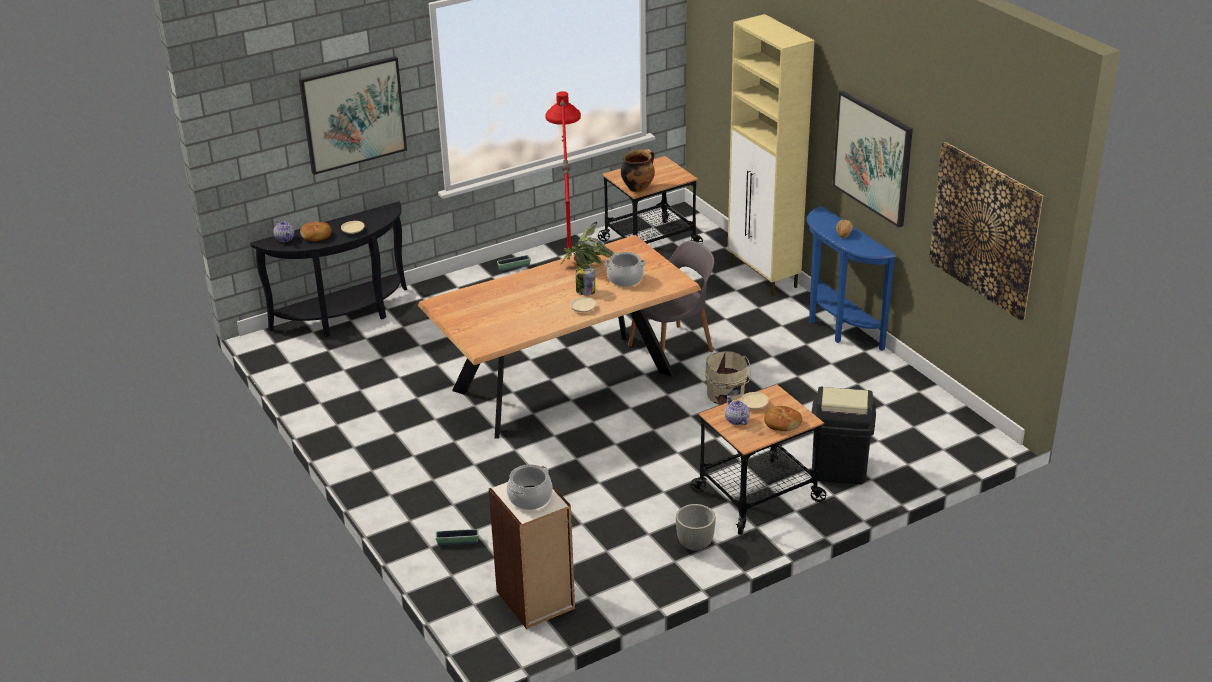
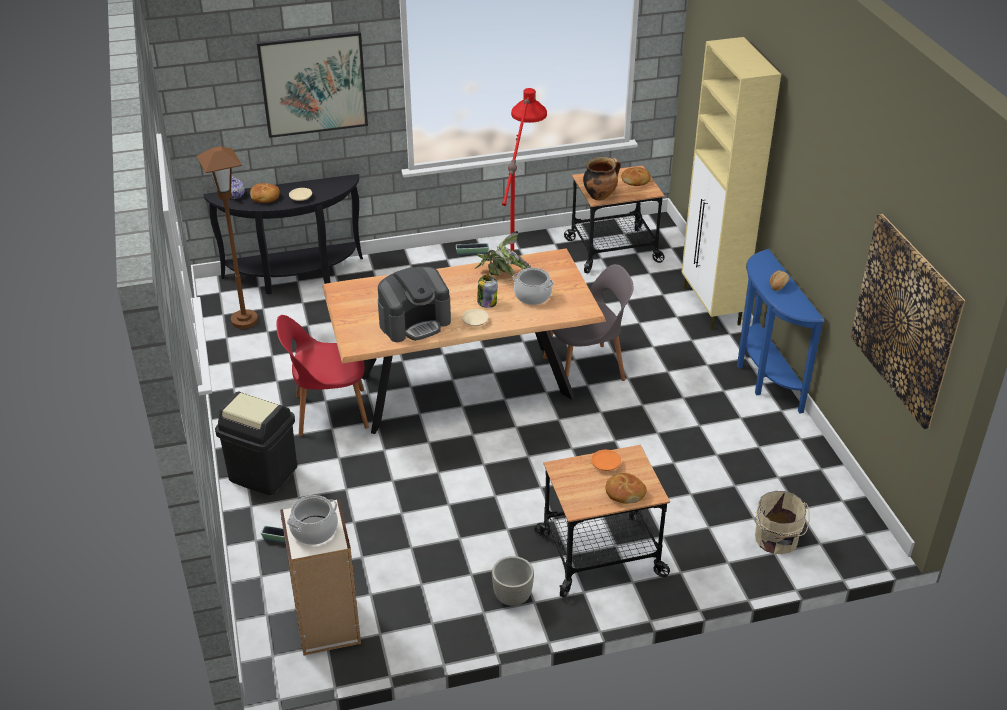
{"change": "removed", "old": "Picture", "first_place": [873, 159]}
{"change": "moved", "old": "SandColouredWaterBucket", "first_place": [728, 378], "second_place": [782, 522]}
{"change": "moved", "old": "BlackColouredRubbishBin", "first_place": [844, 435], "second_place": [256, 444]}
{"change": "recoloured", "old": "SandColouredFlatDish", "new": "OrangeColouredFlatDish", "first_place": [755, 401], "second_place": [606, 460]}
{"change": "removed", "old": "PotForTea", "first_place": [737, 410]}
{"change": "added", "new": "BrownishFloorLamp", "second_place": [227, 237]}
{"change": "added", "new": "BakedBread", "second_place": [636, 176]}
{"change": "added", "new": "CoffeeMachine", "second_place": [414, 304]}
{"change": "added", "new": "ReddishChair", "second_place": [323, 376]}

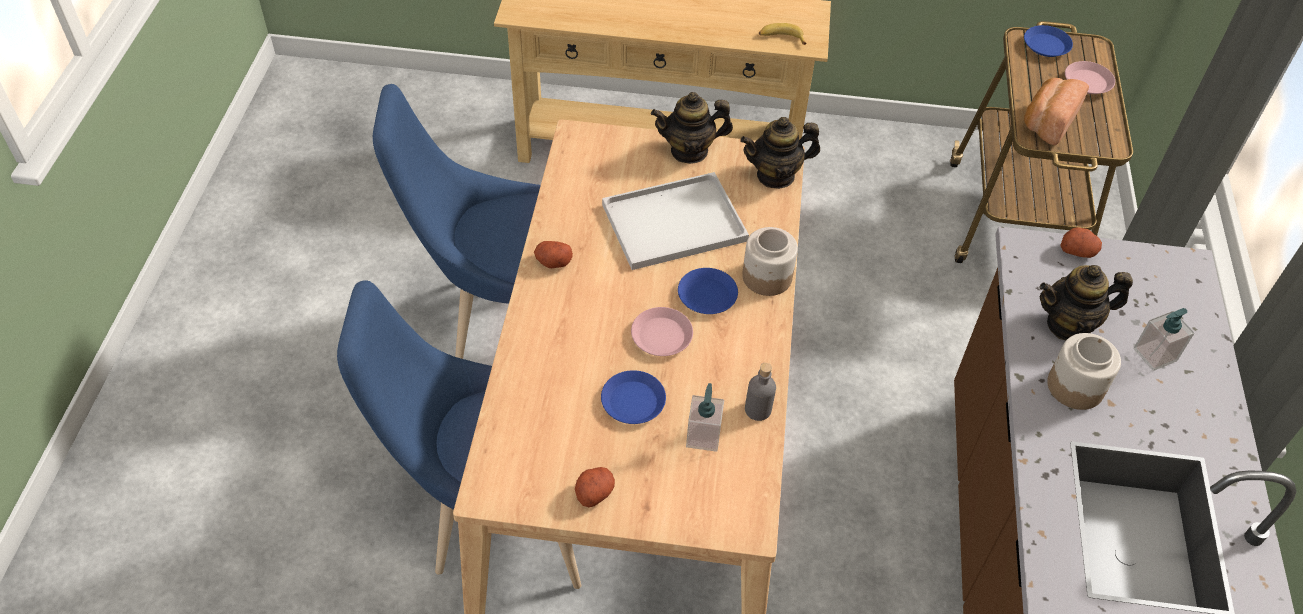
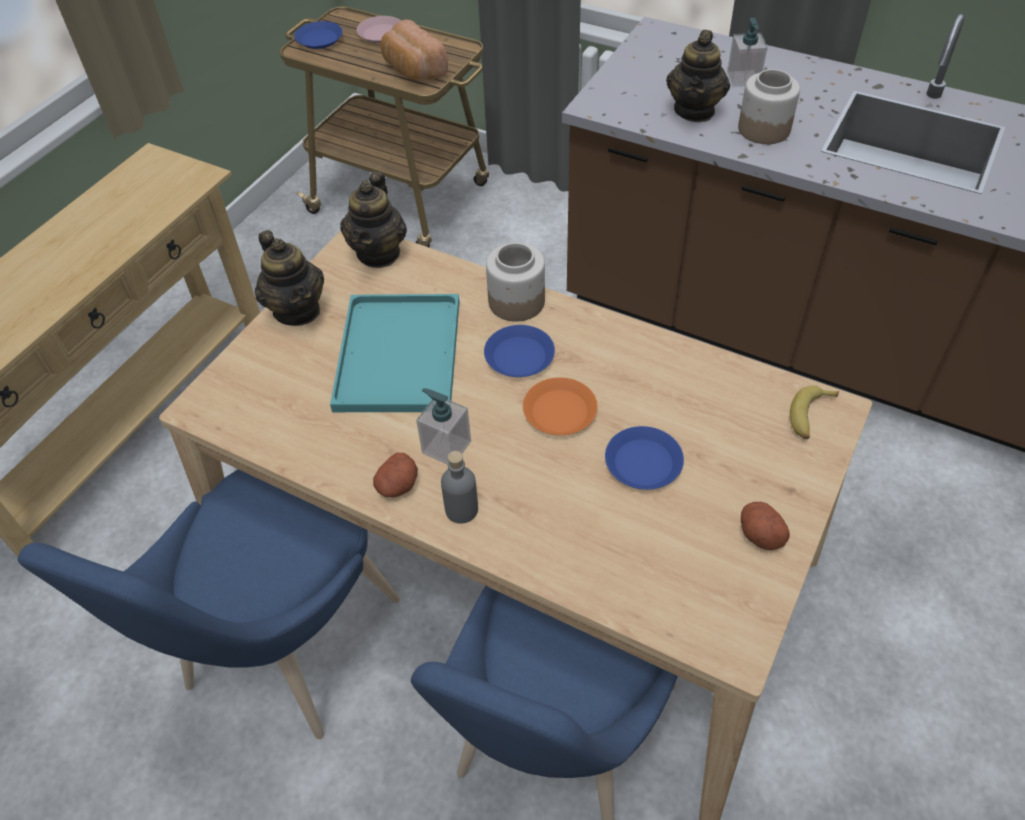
{"change": "moved", "old": "WholeBanana", "first_place": [782, 34], "second_place": [814, 412]}
{"change": "turned", "old": "PotForTea", "first_place": [692, 128], "second_place": [289, 278], "degrees": -45}
{"change": "recoloured", "old": "WhitishCarryingTray", "new": "BlueGreenCarryingTray", "first_place": [675, 221], "second_place": [394, 353]}
{"change": "removed", "old": "Spud", "first_place": [1081, 242]}
{"change": "recoloured", "old": "PinkishFlatDish", "new": "OrangeColouredFlatDish", "first_place": [662, 331], "second_place": [560, 406]}
{"change": "moved", "old": "GrayDrinkBottle", "first_place": [760, 392], "second_place": [459, 487]}
{"change": "moved", "old": "LiquidSoapBottle", "first_place": [705, 417], "second_place": [443, 426]}

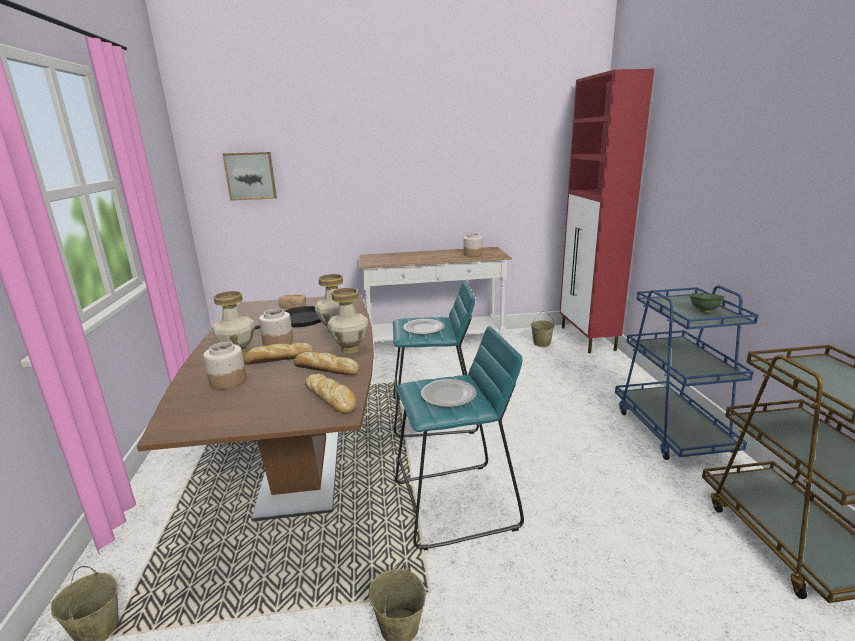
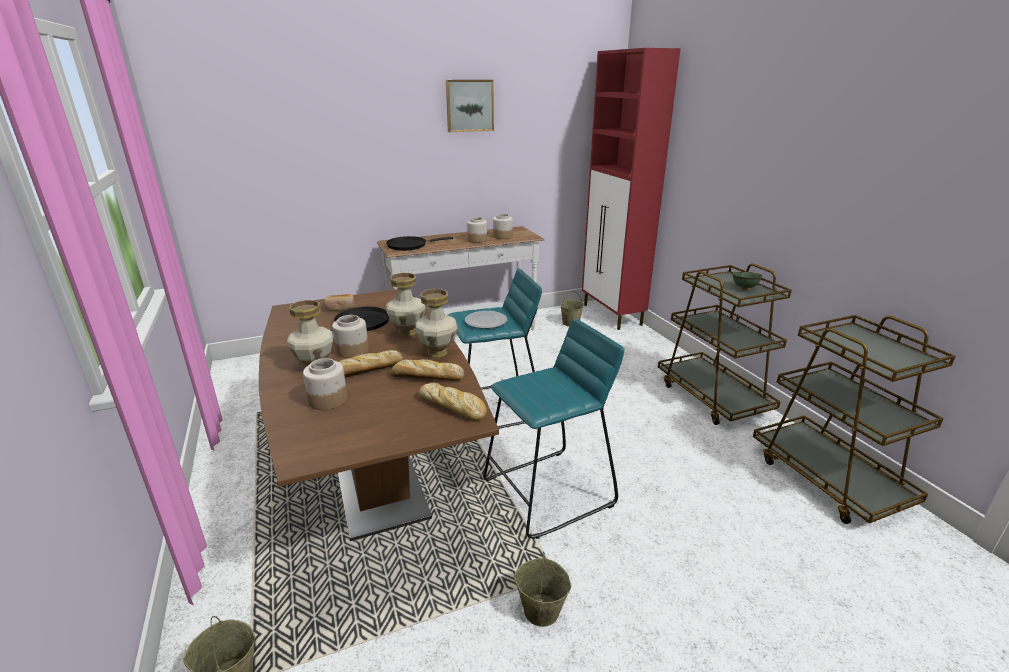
{"change": "moved", "old": "Picture", "first_place": [249, 176], "second_place": [470, 106]}
{"change": "recoloured", "old": "BluishTrolley", "new": "BrownishTrolley", "first_place": [686, 372], "second_place": [725, 344]}
{"change": "removed", "old": "FlatDish", "first_place": [449, 393]}
{"change": "added", "new": "StorageJar", "second_place": [477, 230]}
{"change": "added", "new": "BlackColouredSkillet", "second_place": [419, 243]}

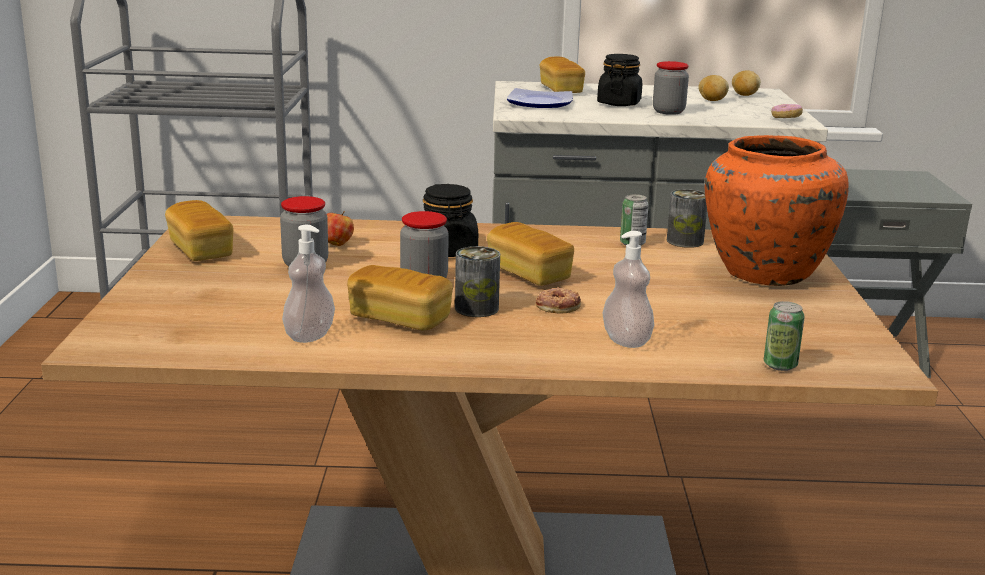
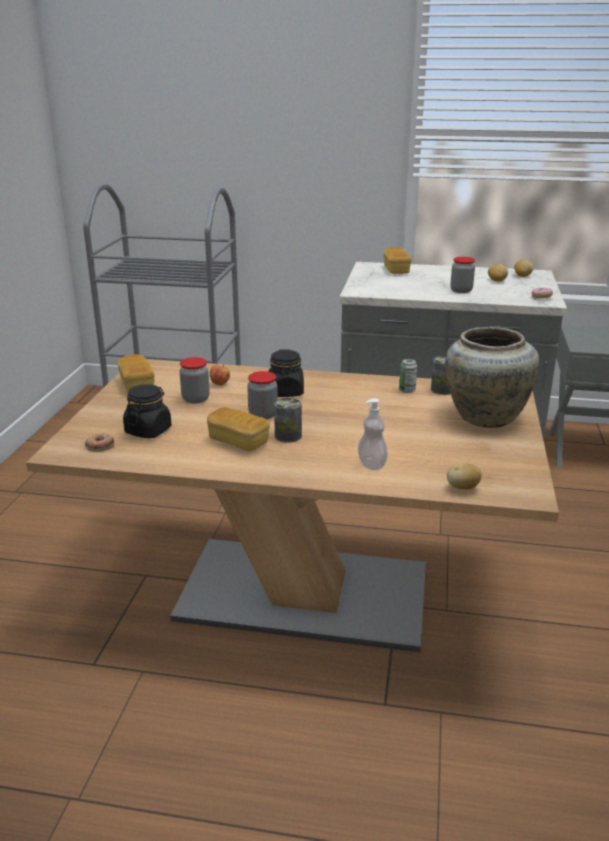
{"change": "moved", "old": "BlackColouredStorageJar", "first_place": [619, 80], "second_place": [147, 411]}
{"change": "removed", "old": "FlatDish", "first_place": [540, 98]}
{"change": "recoloured", "old": "OrangeColouredFlowerVase", "new": "SandColouredFlowerVase", "first_place": [777, 210], "second_place": [492, 377]}
{"change": "removed", "old": "BakedBread", "first_place": [530, 254]}
{"change": "removed", "old": "LiquidSoapBottle", "first_place": [308, 284]}
{"change": "moved", "old": "RingDoughnut", "first_place": [558, 300], "second_place": [99, 442]}
{"change": "replaced", "old": "MetalCan", "new": "Spud", "first_place": [784, 336], "second_place": [464, 476]}

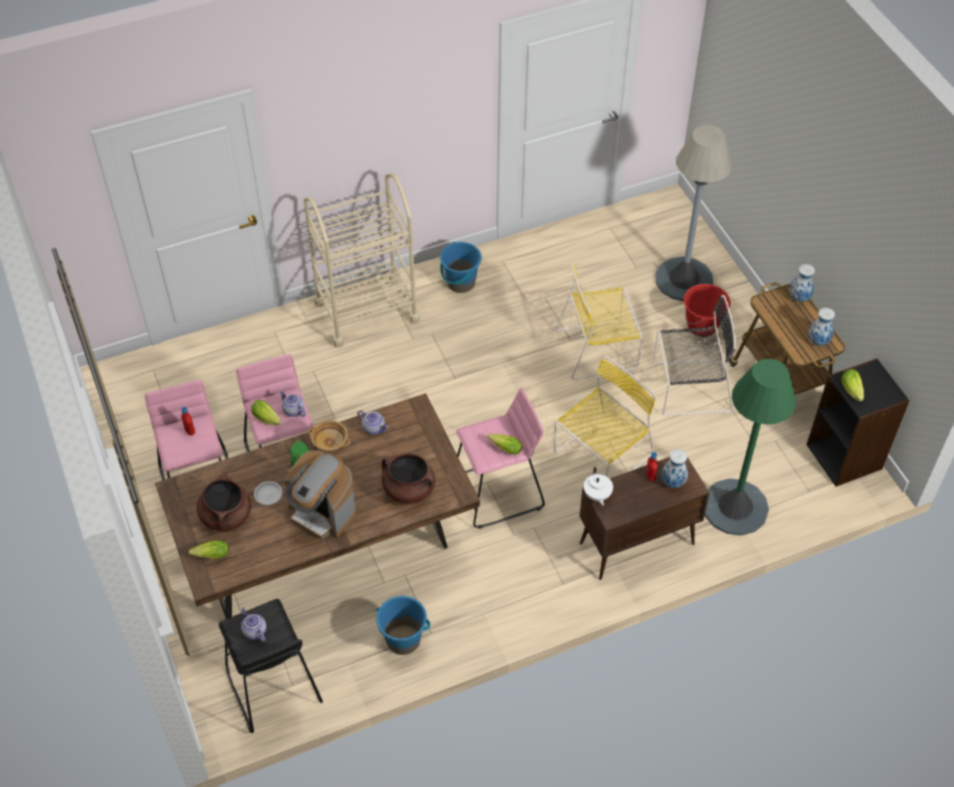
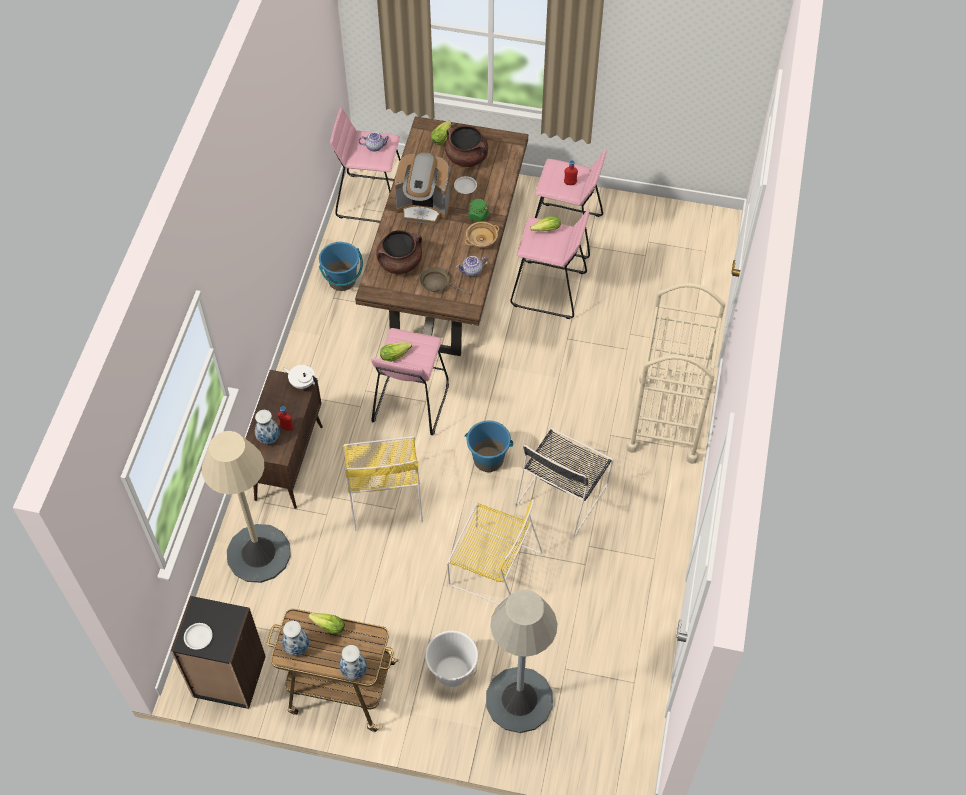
{"change": "moved", "old": "BluishWaterBucket", "first_place": [461, 267], "second_place": [488, 446]}
{"change": "turned", "old": "YellowishChair", "first_place": [599, 321], "second_place": [495, 552], "degrees": 90}
{"change": "recoloured", "old": "ReddishWaterBucket", "new": "WhitishWaterBucket", "first_place": [707, 310], "second_place": [451, 659]}
{"change": "moved", "old": "BlackColouredChair", "first_place": [694, 355], "second_place": [564, 482]}
{"change": "recoloured", "old": "GreenishFloorLamp", "new": "SandColouredFloorLamp", "first_place": [750, 447], "second_place": [246, 507]}
{"change": "moved", "old": "LettuceHead", "first_place": [853, 385], "second_place": [326, 623]}
{"change": "removed", "old": "PotForTea", "first_place": [292, 403]}
{"change": "turned", "old": "CoffeeMachine", "first_place": [320, 495], "second_place": [422, 188], "degrees": -150}
{"change": "recoloured", "old": "BlackColouredStool", "new": "PinkishStool", "first_place": [271, 666], "second_place": [365, 165]}
{"change": "added", "new": "BrownishSkillet", "second_place": [445, 281]}
{"change": "added", "new": "WhitishFlatDish", "second_place": [198, 636]}

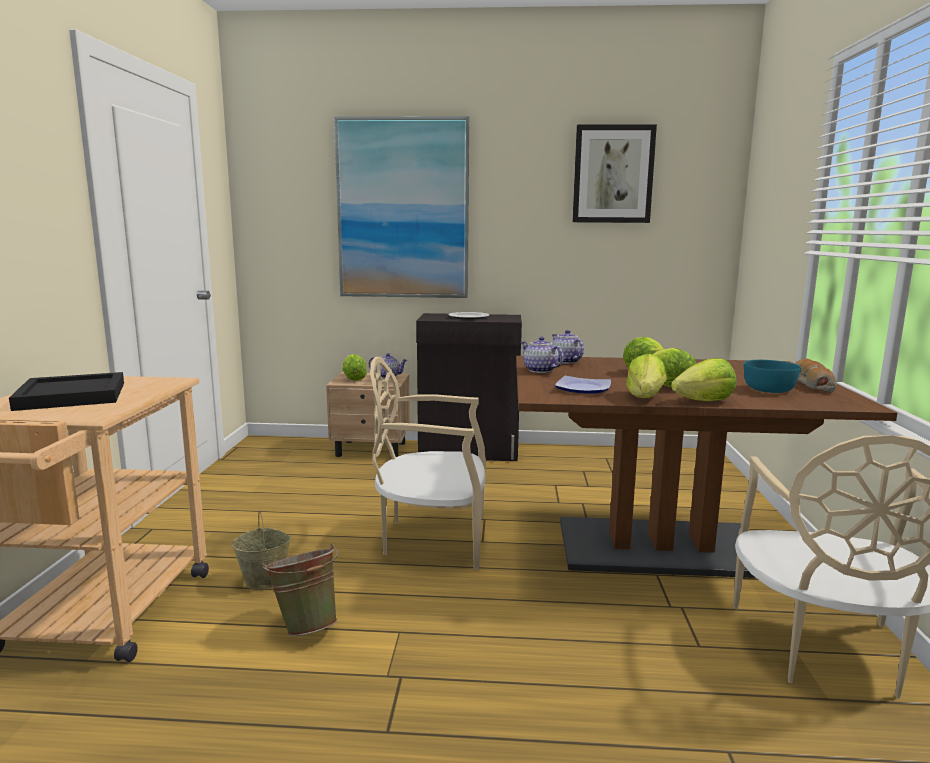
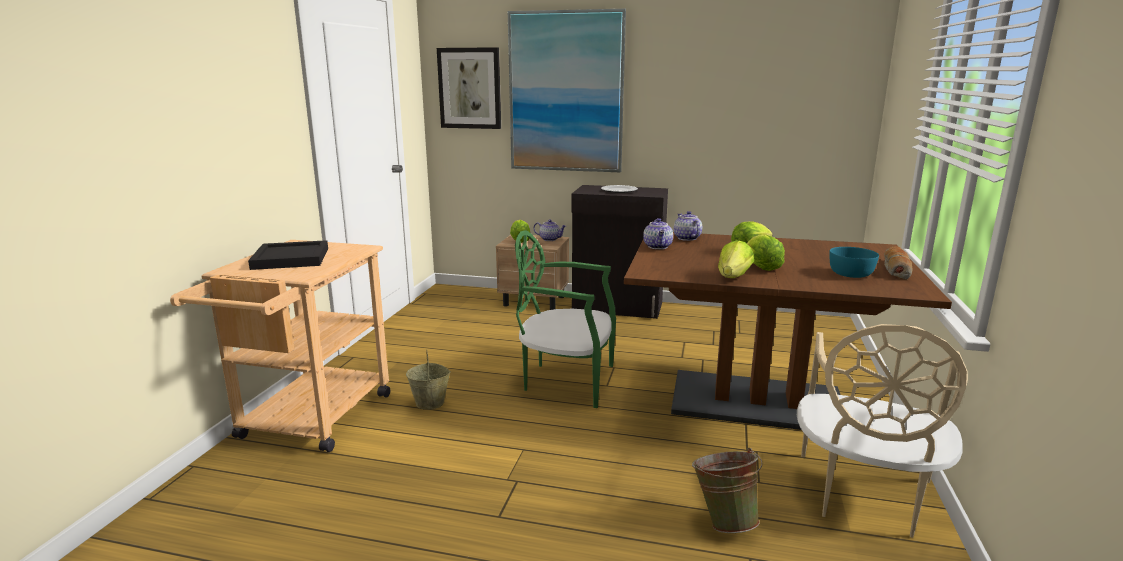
{"change": "moved", "old": "Picture", "first_place": [614, 173], "second_place": [469, 88]}
{"change": "turned", "old": "PotForTea", "first_place": [542, 355], "second_place": [658, 233], "degrees": -150}
{"change": "recoloured", "old": "SandColouredChair", "new": "GreenishChair", "first_place": [428, 463], "second_place": [565, 319]}
{"change": "removed", "old": "LettuceHead", "first_place": [704, 379]}
{"change": "removed", "old": "FlatDish", "first_place": [583, 385]}
{"change": "moved", "old": "GreenishWaterBucket", "first_place": [300, 590], "second_place": [727, 490]}

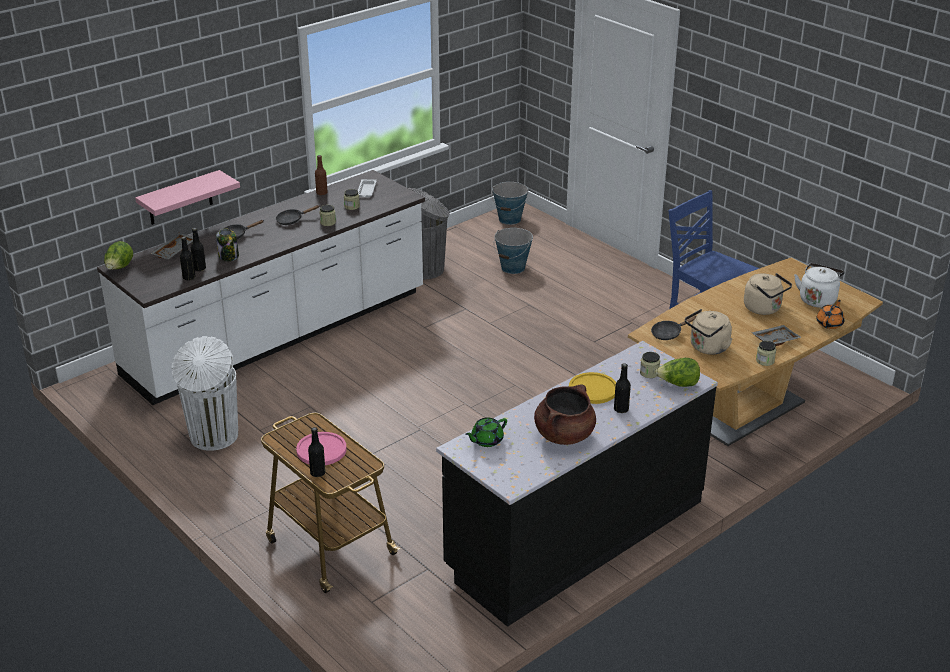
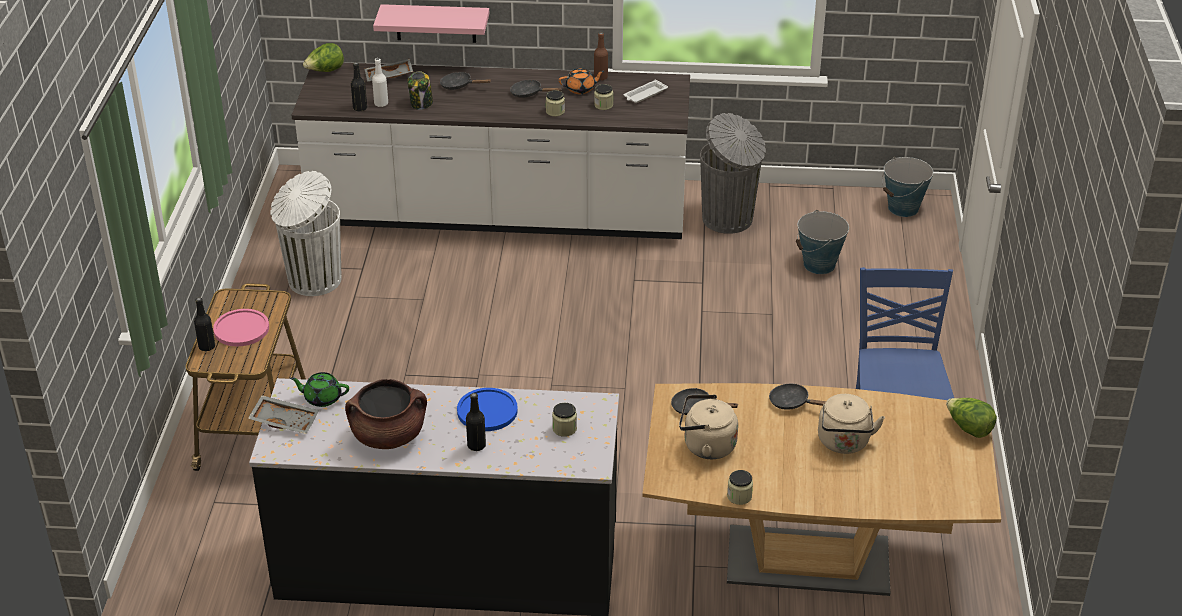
{"change": "recoloured", "old": "BlackColouredDrinkBottle", "new": "WhitishDrinkBottle", "first_place": [198, 250], "second_place": [380, 82]}
{"change": "removed", "old": "WhitishTeaKettle", "first_place": [819, 285]}
{"change": "moved", "old": "OrangeColouredPotForTea", "first_place": [830, 314], "second_place": [581, 81]}
{"change": "moved", "old": "GrayCarryingTray", "first_place": [776, 335], "second_place": [283, 414]}
{"change": "moved", "old": "LettuceHead", "first_place": [677, 372], "second_place": [971, 418]}
{"change": "recoloured", "old": "YellowishFlatDish", "new": "BluishFlatDish", "first_place": [592, 388], "second_place": [487, 409]}
{"change": "added", "new": "BlackColouredSkillet", "second_place": [797, 397]}

